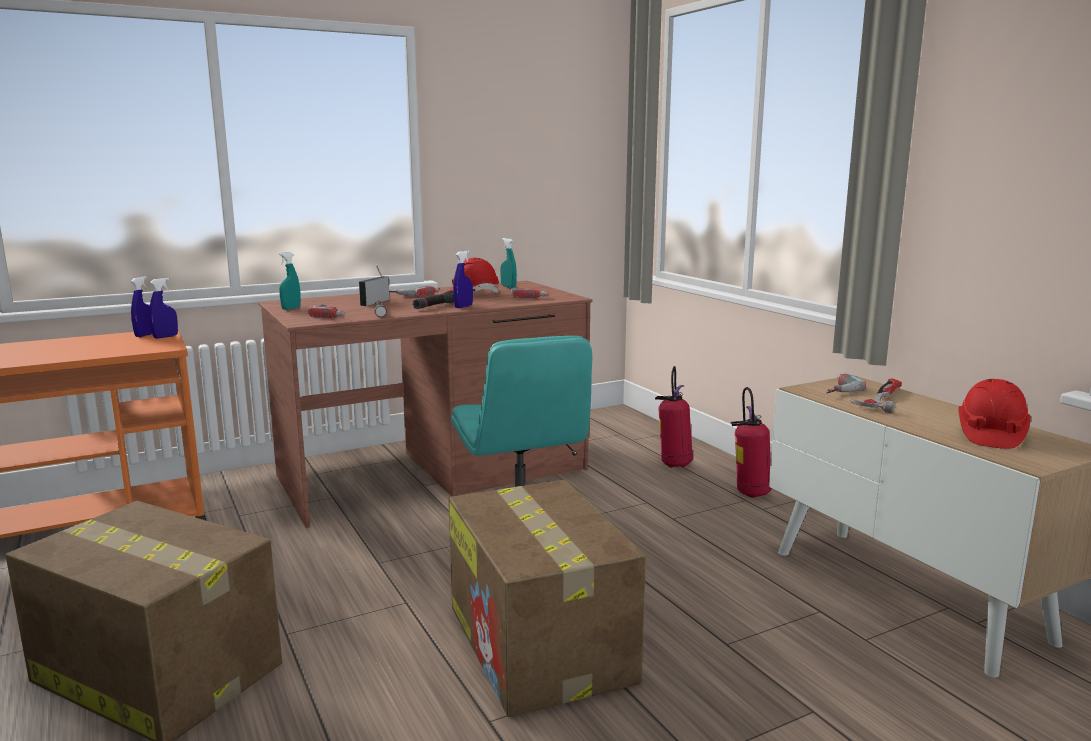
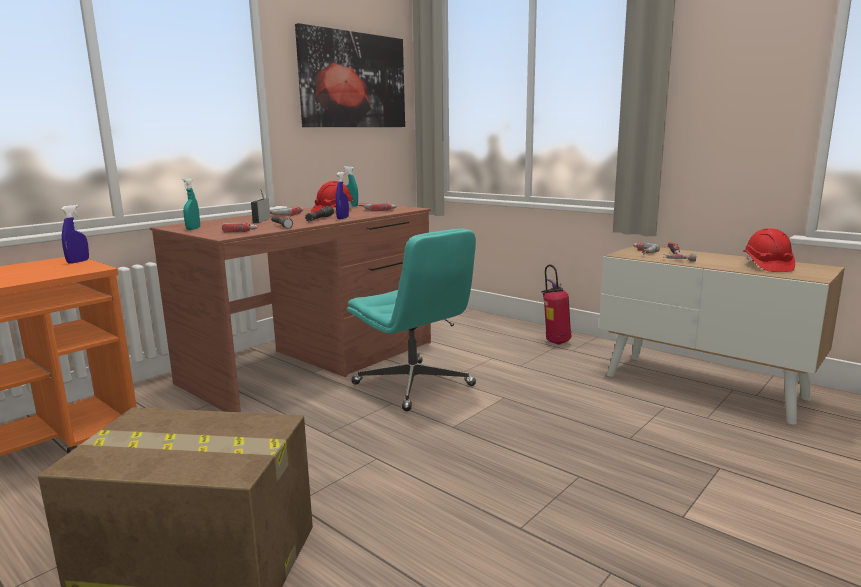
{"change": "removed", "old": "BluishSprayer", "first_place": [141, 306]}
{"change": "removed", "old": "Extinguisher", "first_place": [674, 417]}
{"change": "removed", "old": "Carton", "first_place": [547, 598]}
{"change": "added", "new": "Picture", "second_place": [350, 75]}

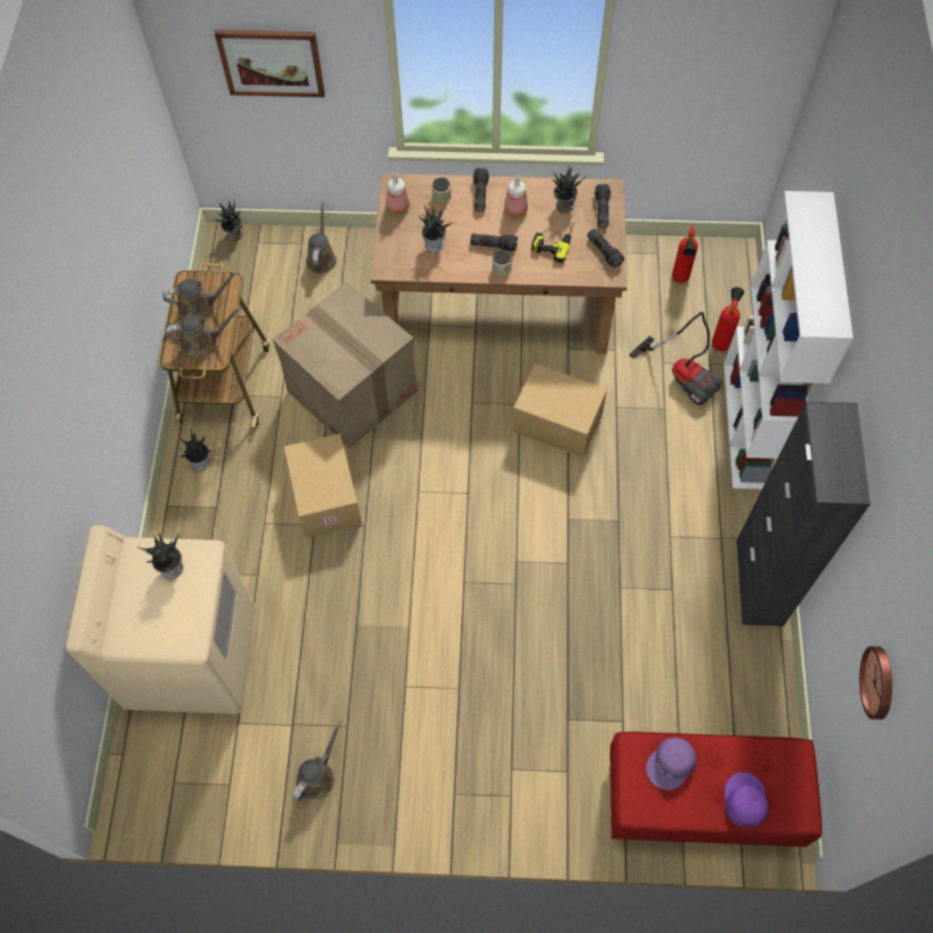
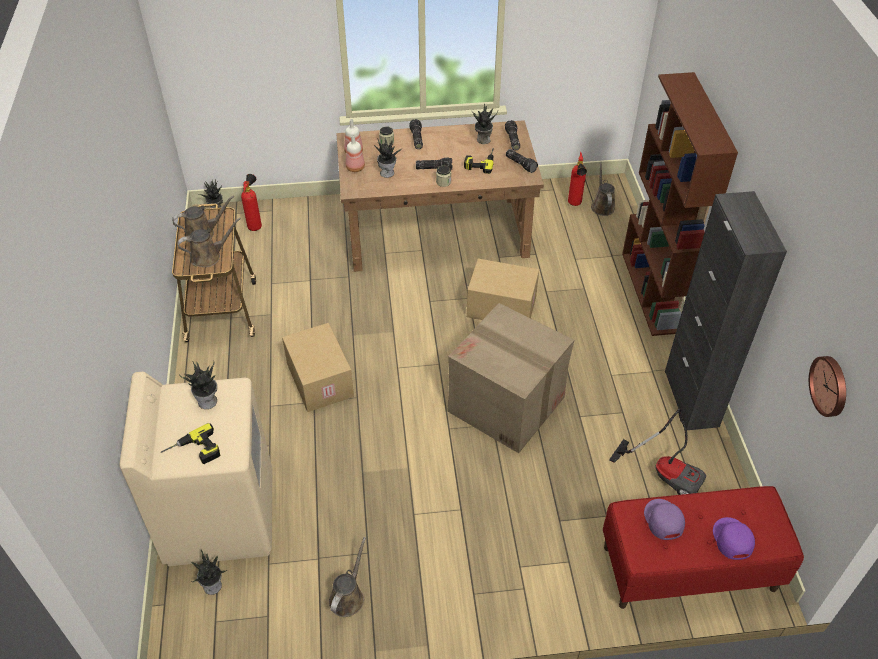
{"change": "removed", "old": "Picture", "first_place": [270, 63]}
{"change": "moved", "old": "DrinkBottle", "first_place": [516, 196], "second_place": [355, 153]}
{"change": "recoloured", "old": "WhitishBookshelf", "new": "BrownishBookshelf", "first_place": [788, 340], "second_place": [680, 204]}
{"change": "moved", "old": "BrownishWateringPot", "first_place": [321, 238], "second_place": [603, 189]}
{"change": "moved", "old": "Carton", "first_place": [345, 365], "second_place": [510, 378]}
{"change": "moved", "old": "Extinguisher", "first_place": [728, 319], "second_place": [251, 202]}
{"change": "moved", "old": "Hoover", "first_place": [675, 359], "second_place": [657, 452]}
{"change": "moved", "old": "Houseplant", "first_place": [196, 449], "second_place": [209, 572]}
{"change": "turned", "old": "PurpleColouredBaseballCap", "first_place": [671, 764], "second_place": [664, 519], "degrees": 135}
{"change": "added", "new": "ElectricDrill", "second_place": [190, 443]}

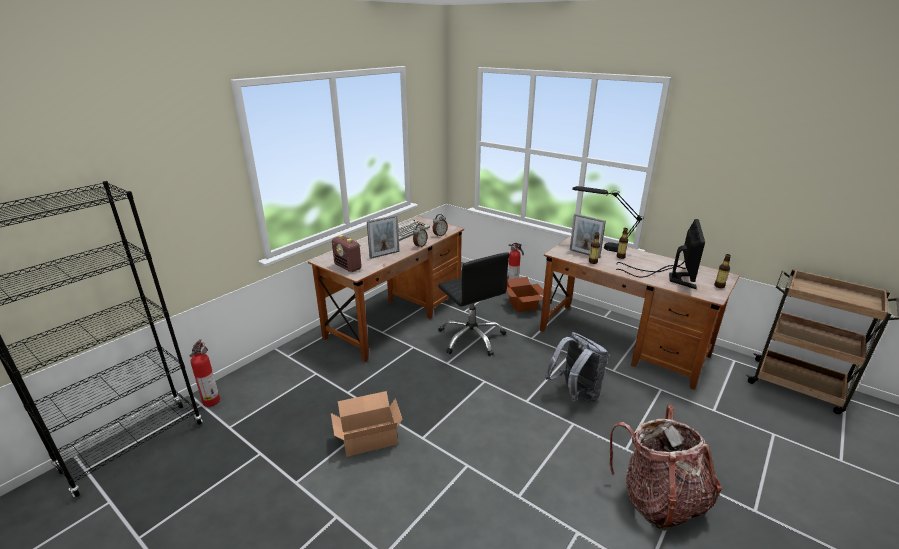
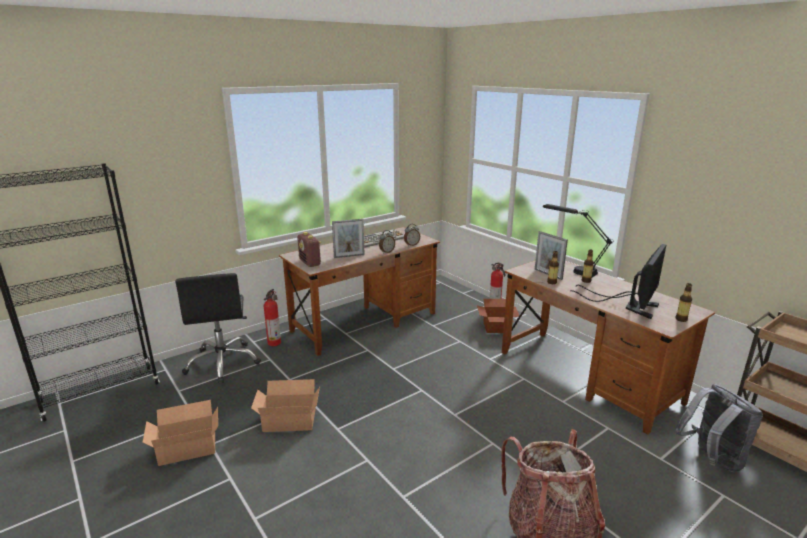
{"change": "moved", "old": "BlackColouredComputerChair", "first_place": [474, 304], "second_place": [218, 328]}
{"change": "moved", "old": "GrayBackpack", "first_place": [577, 367], "second_place": [719, 428]}
{"change": "moved", "old": "Extinguisher", "first_place": [205, 373], "second_place": [272, 317]}
{"change": "added", "new": "Carton", "second_place": [180, 433]}

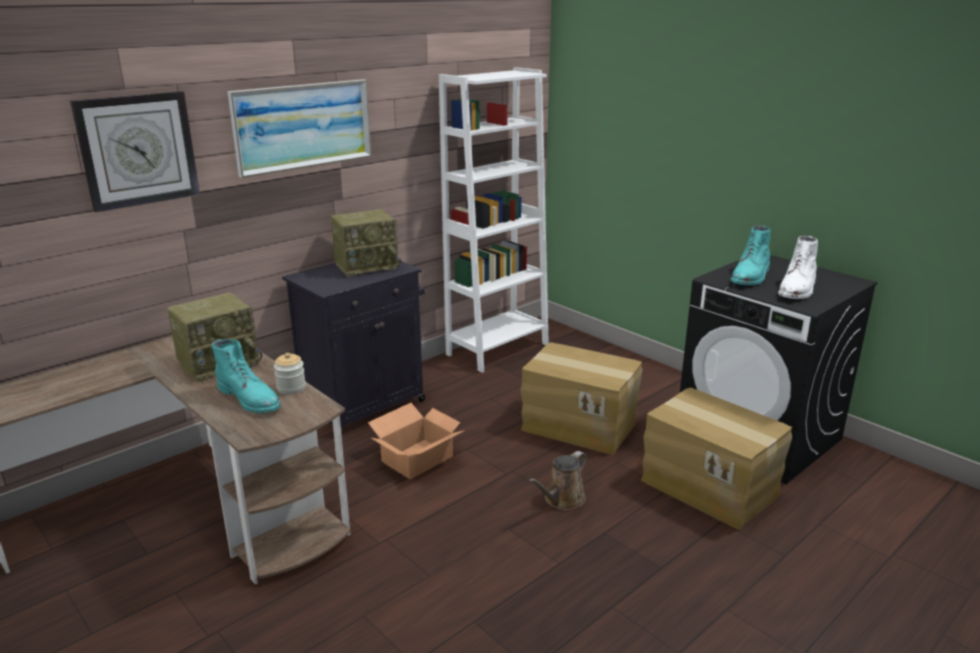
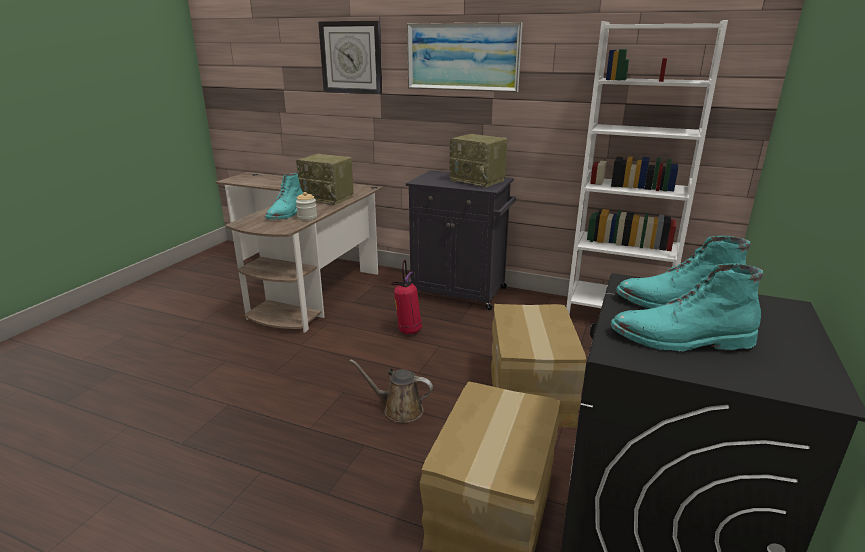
{"change": "recoloured", "old": "WhitishBoot", "new": "BlueGreenBoot", "first_place": [798, 267], "second_place": [687, 307]}
{"change": "replaced", "old": "Carton", "new": "Extinguisher", "first_place": [416, 441], "second_place": [406, 296]}

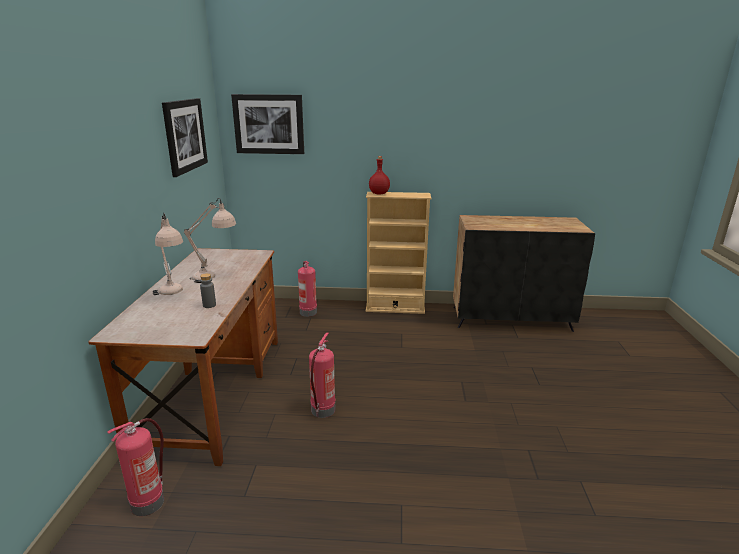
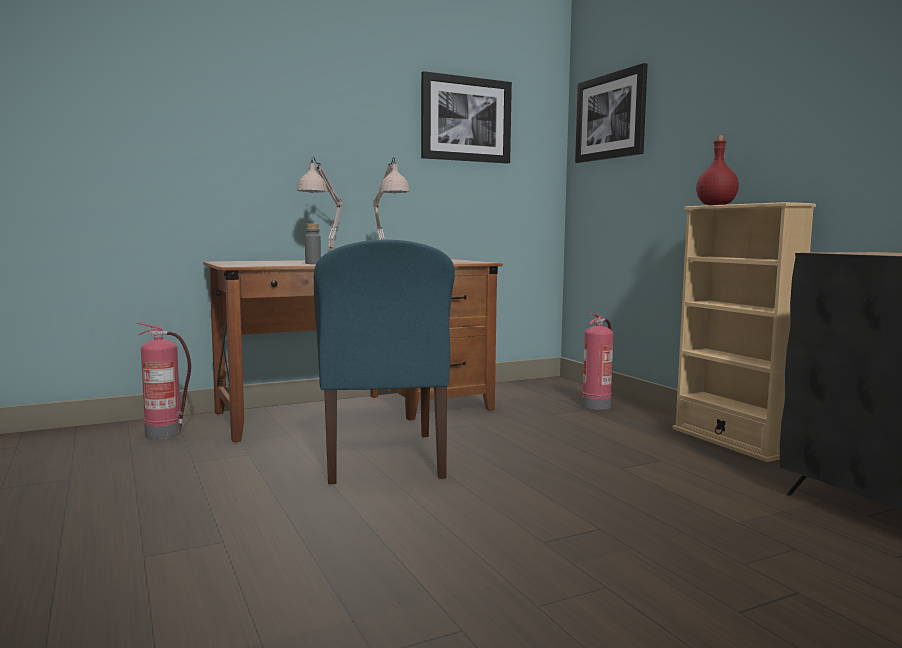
{"change": "replaced", "old": "Extinguisher", "new": "BluishChair", "first_place": [322, 375], "second_place": [384, 362]}

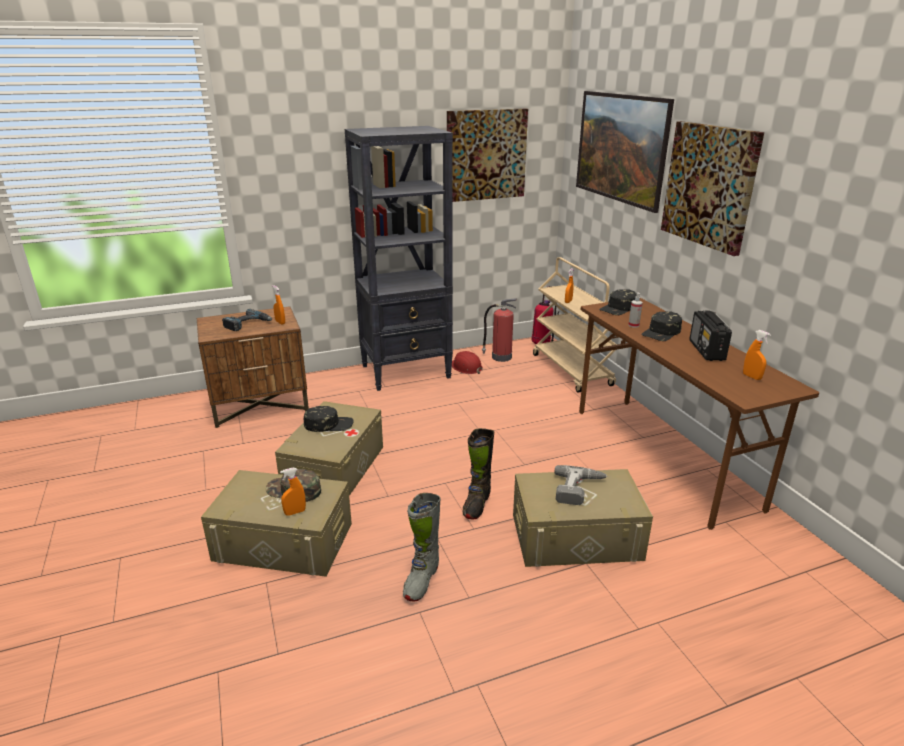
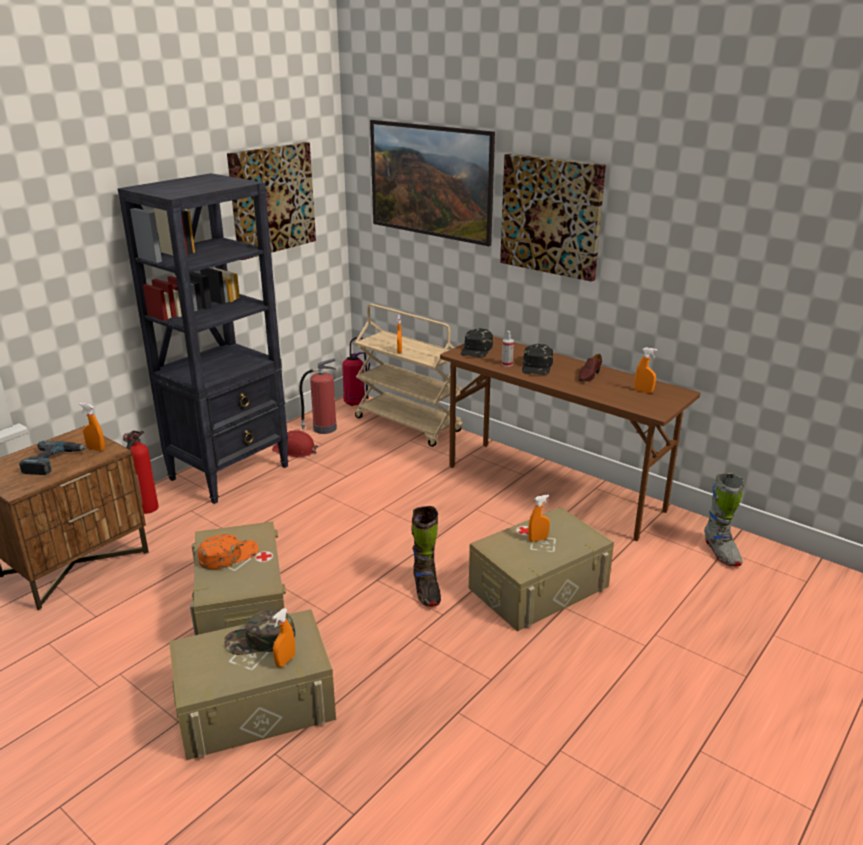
{"change": "replaced", "old": "RadioReceiver", "new": "BrownishLowShoe", "first_place": [710, 335], "second_place": [590, 367]}
{"change": "recoloured", "old": "BlackColouredBaseballCap", "new": "OrangeColouredBaseballCap", "first_place": [329, 419], "second_place": [228, 552]}
{"change": "replaced", "old": "ElectricDrill", "new": "OrangeColouredSprayer", "first_place": [580, 485], "second_place": [539, 518]}
{"change": "moved", "old": "GrayBoot", "first_place": [421, 547], "second_place": [724, 519]}
{"change": "added", "new": "Extinguisher", "second_place": [141, 472]}

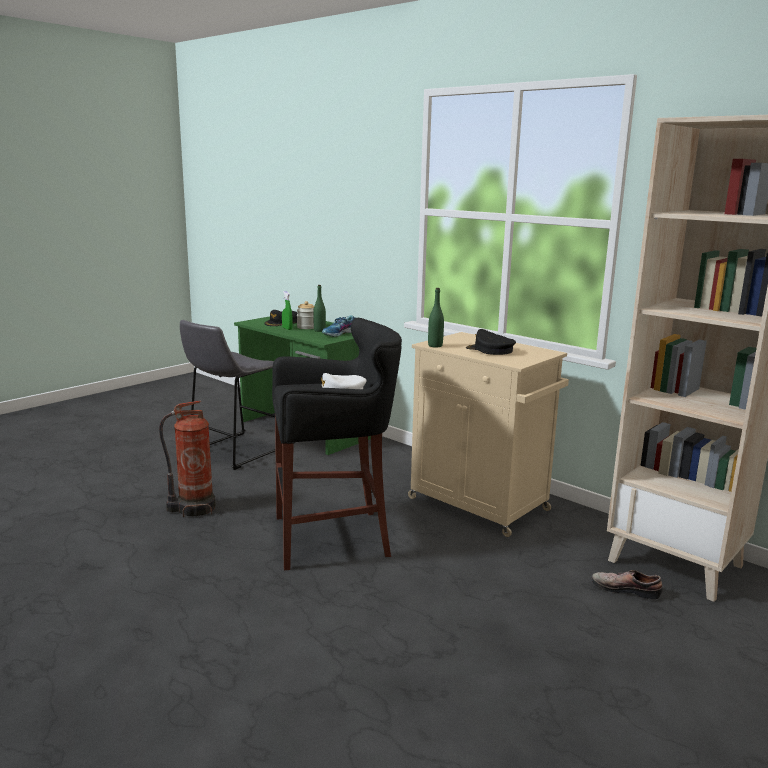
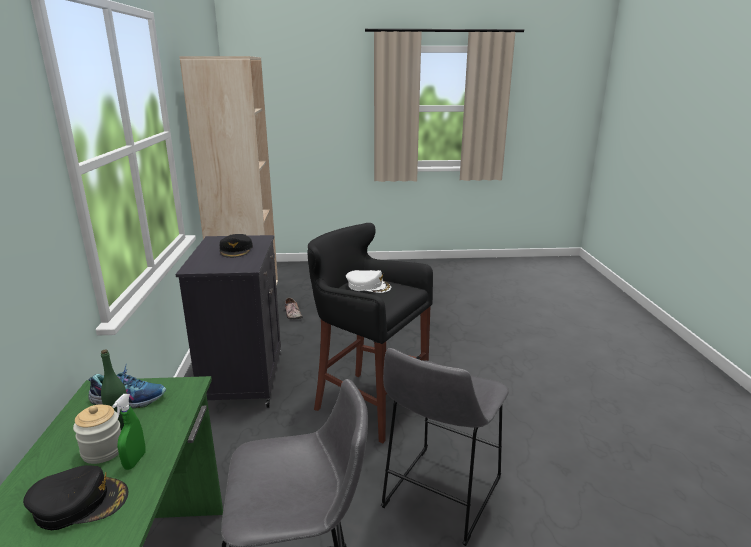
{"change": "removed", "old": "GreenishDrinkBottle", "first_place": [436, 318]}
{"change": "recoloured", "old": "SandColouredStorageCabinet", "new": "BlackColouredStorageCabinet", "first_place": [488, 434], "second_place": [228, 321]}
{"change": "replaced", "old": "Extinguisher", "new": "GrayStool", "first_place": [187, 459], "second_place": [445, 447]}

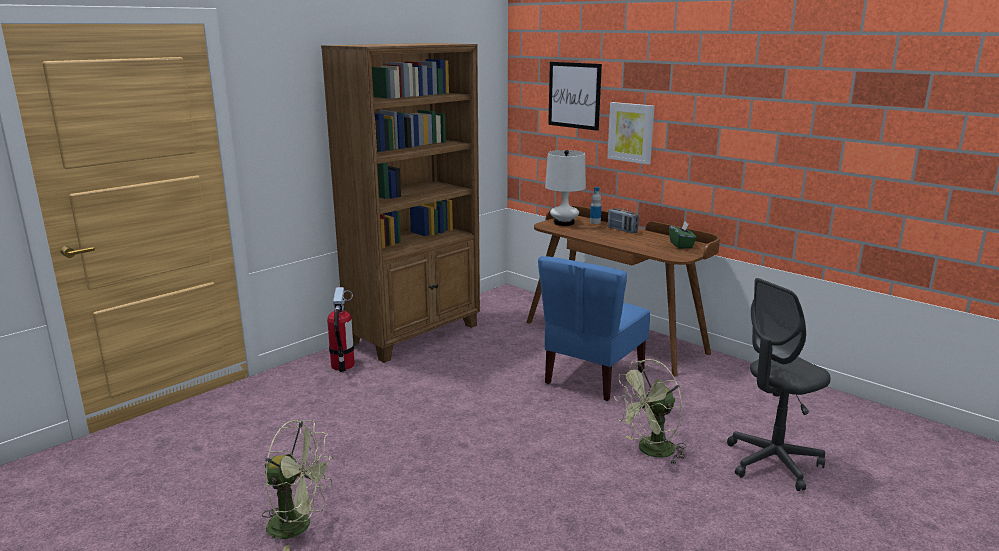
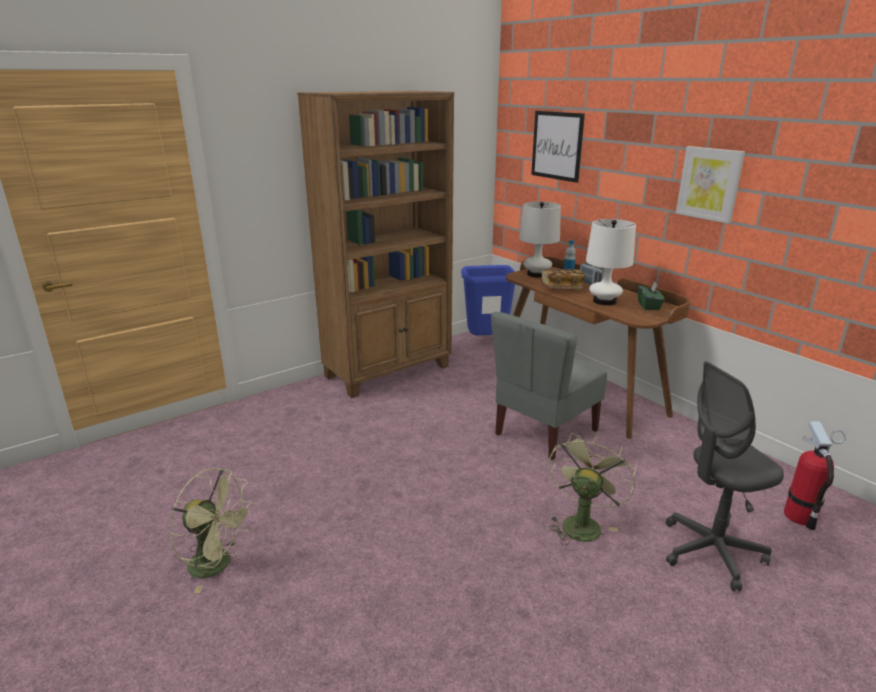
{"change": "moved", "old": "Picture", "first_place": [631, 133], "second_place": [710, 184]}
{"change": "recoloured", "old": "BluishChair", "new": "GrayChair", "first_place": [594, 328], "second_place": [549, 386]}
{"change": "moved", "old": "Extinguisher", "first_place": [341, 329], "second_place": [815, 475]}
{"change": "turned", "old": "GreenishElectricFan", "first_place": [650, 411], "second_place": [592, 489], "degrees": 135}
{"change": "added", "new": "WhitishLampForATable", "second_place": [611, 262]}
{"change": "added", "new": "BluishRubbishBin", "second_place": [488, 300]}
{"change": "added", "new": "Volume", "second_place": [563, 279]}

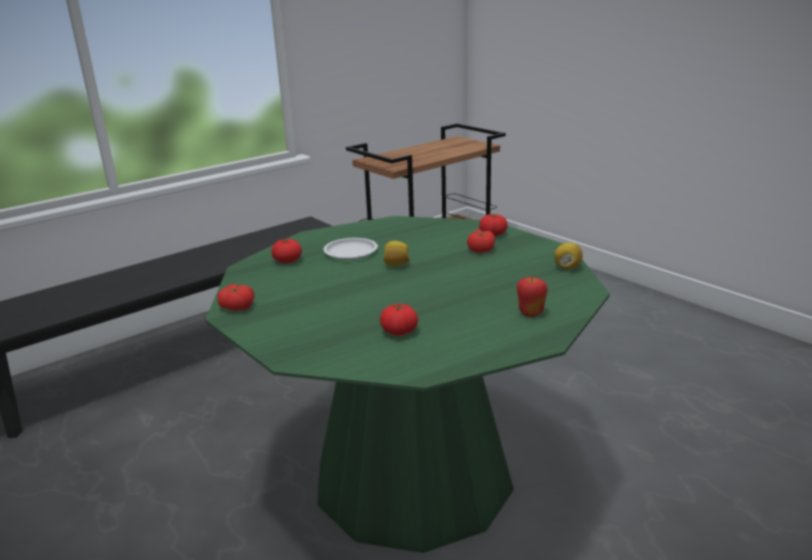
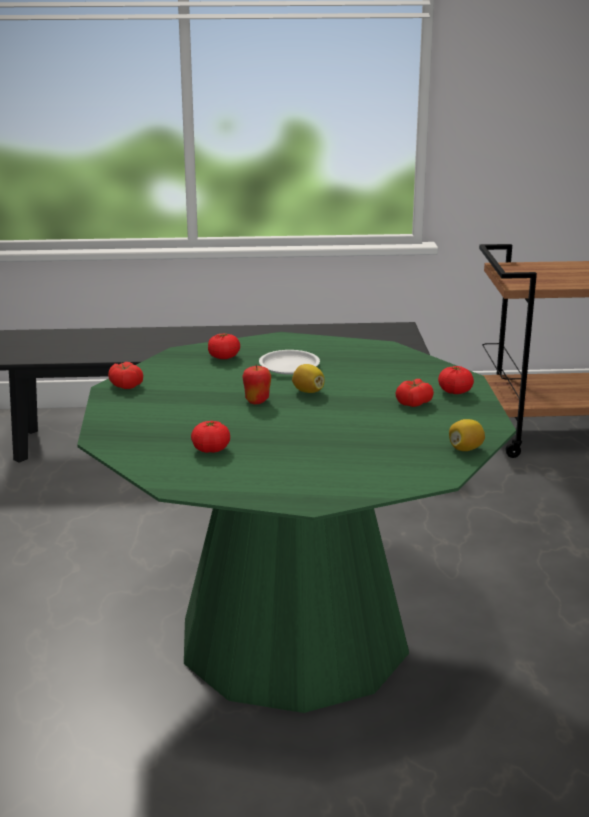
{"change": "moved", "old": "Apple", "first_place": [532, 296], "second_place": [256, 384]}

